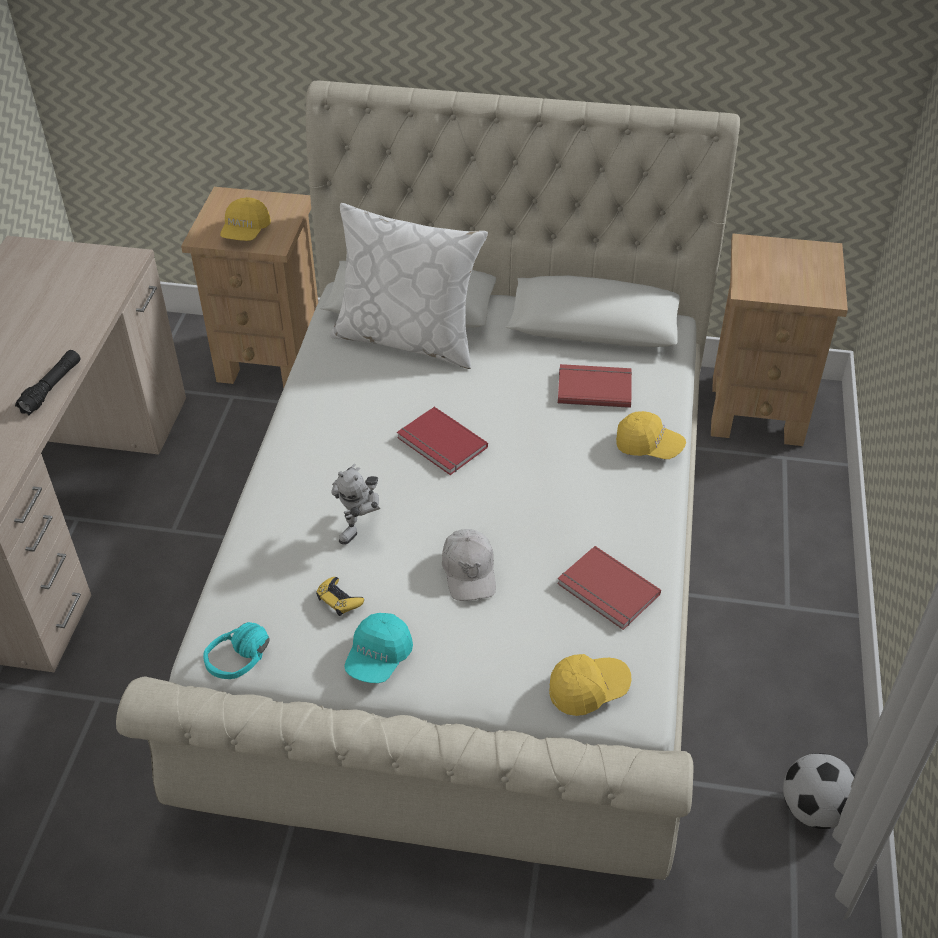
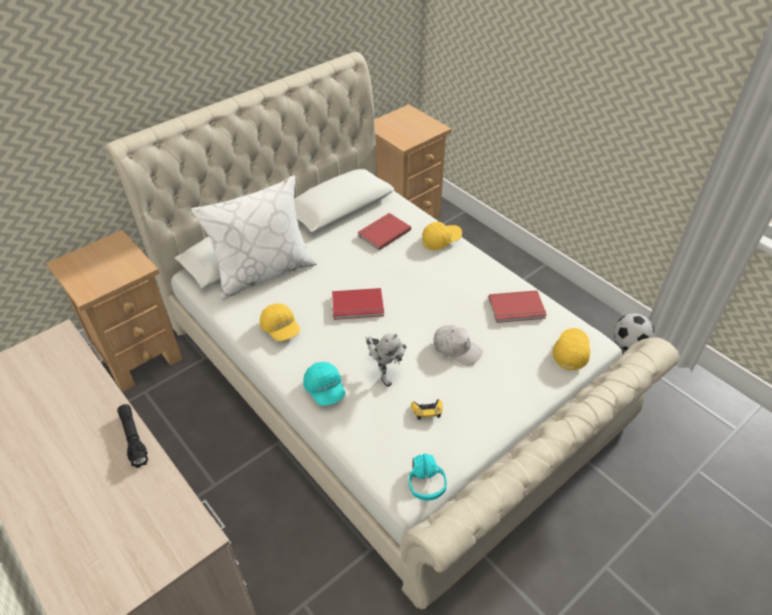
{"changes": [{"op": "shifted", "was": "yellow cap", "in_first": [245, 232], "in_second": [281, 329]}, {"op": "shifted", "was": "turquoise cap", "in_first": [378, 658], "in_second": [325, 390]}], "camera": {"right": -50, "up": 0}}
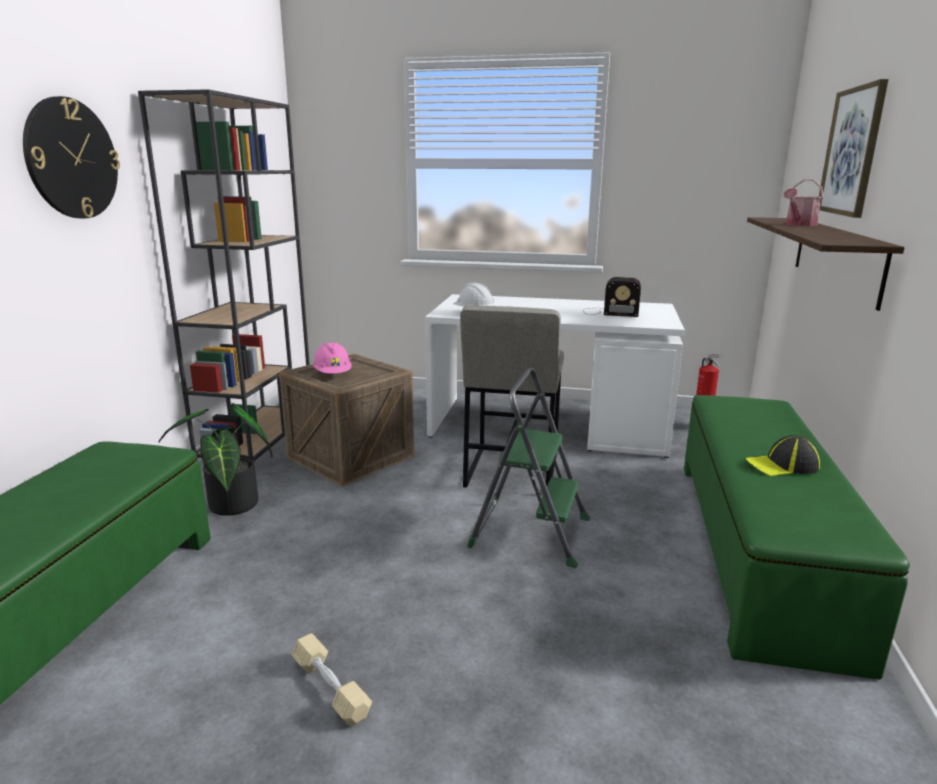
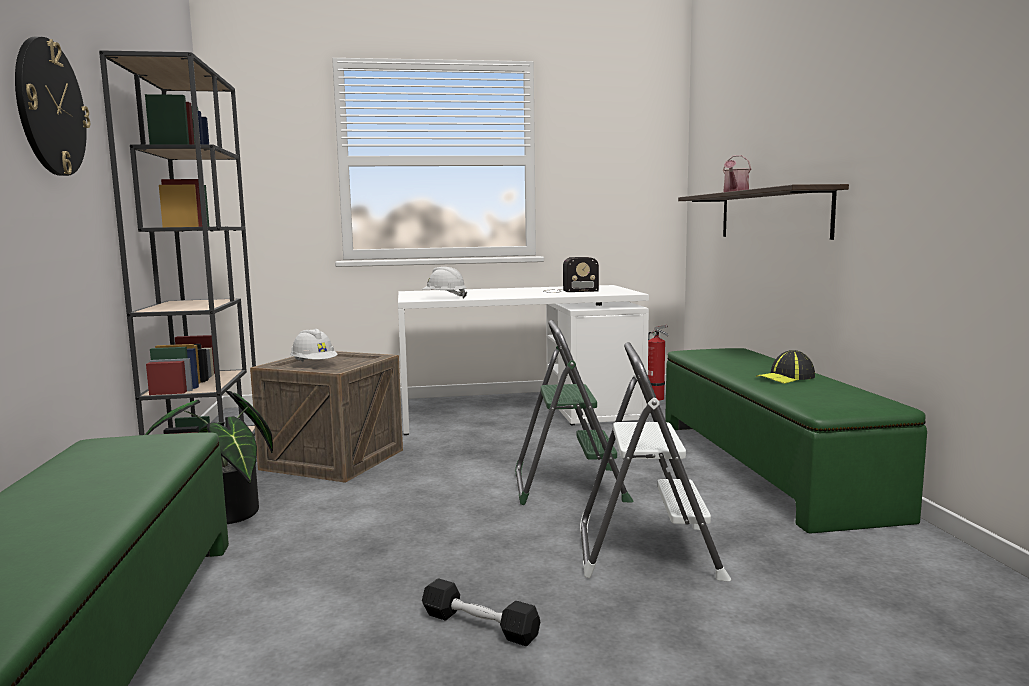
{"changes": [{"op": "gone", "was": "grey chair", "in_first": [511, 471]}, {"op": "gone", "was": "picture", "in_first": [852, 151]}, {"op": "new", "now": "white step ladder", "in_second": [641, 550]}, {"op": "repainted", "was": "beige dumbbell", "now": "black dumbbell", "in_first": [330, 689], "in_second": [480, 625]}, {"op": "repainted", "was": "pink hard hat", "now": "white hard hat", "in_first": [333, 375], "in_second": [314, 365]}], "camera": {"right": -20, "up": -10}}
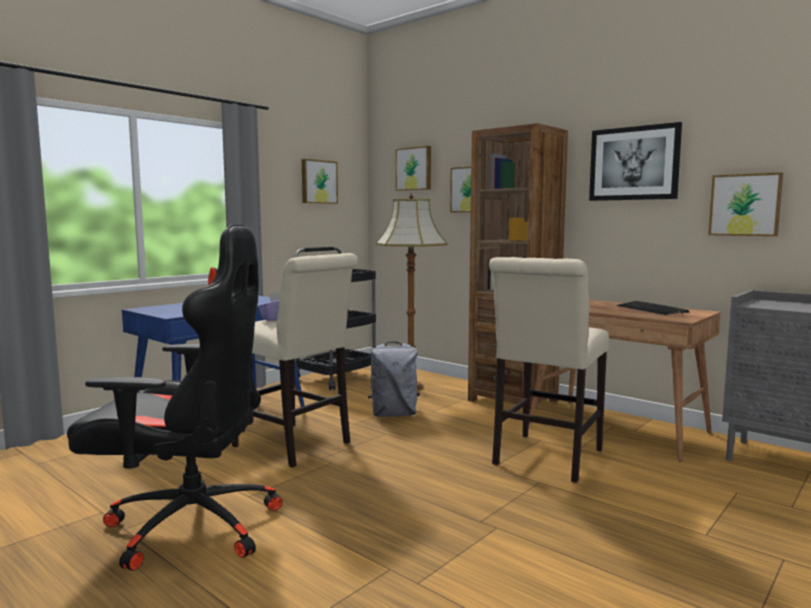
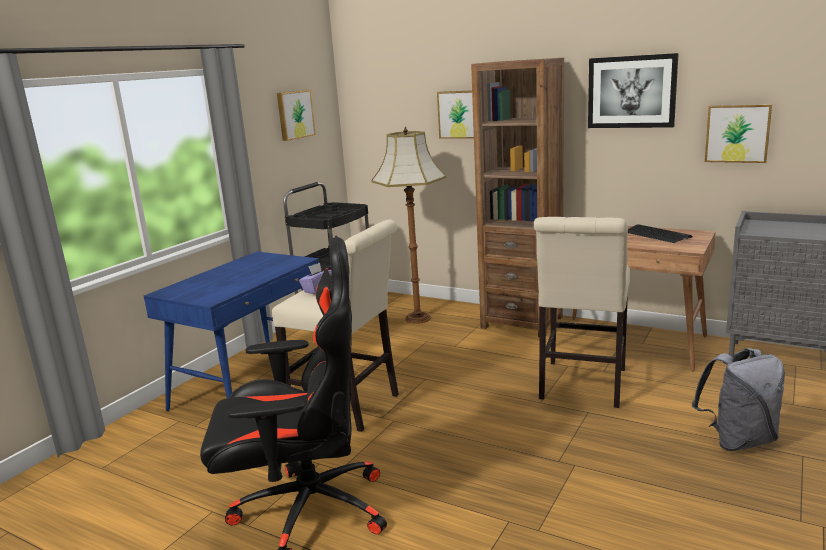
{"changes": [{"op": "gone", "was": "picture", "in_first": [414, 169]}, {"op": "shifted", "was": "grey backpack", "in_first": [394, 414], "in_second": [738, 440]}], "camera": {"right": -10, "up": 10}}
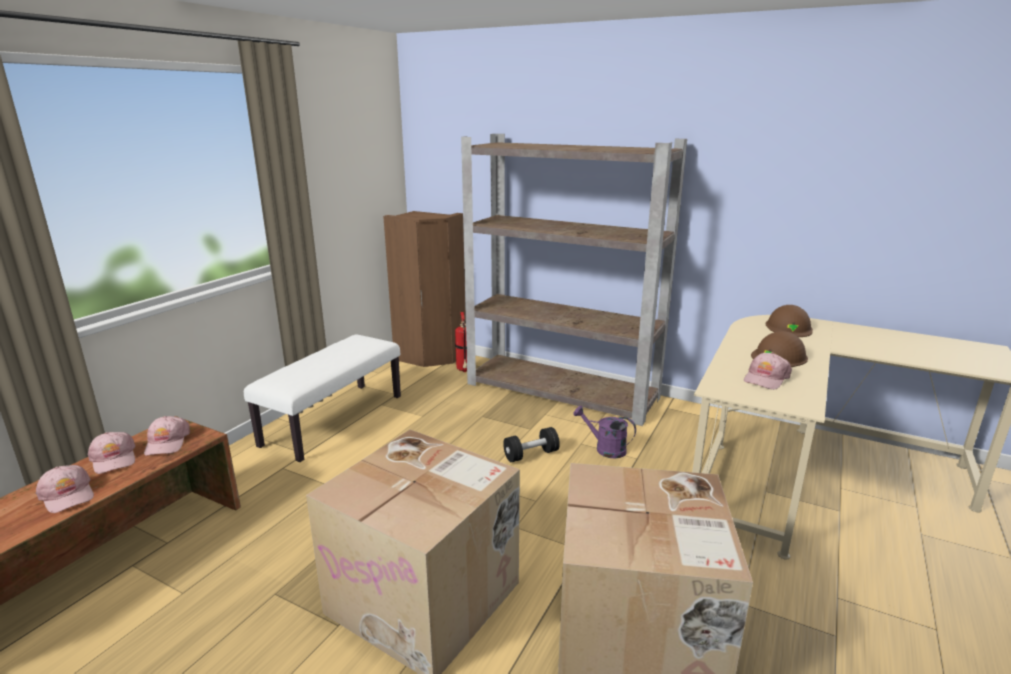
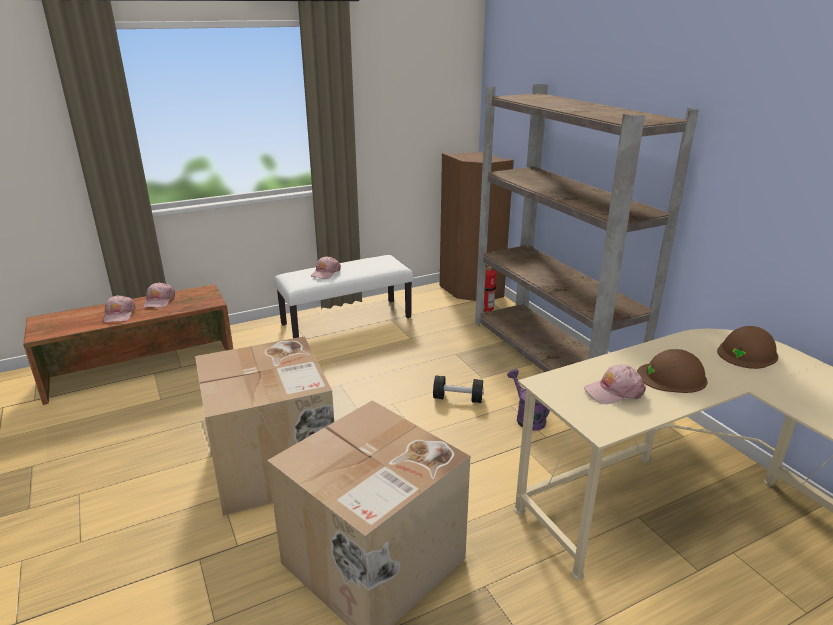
{"changes": [{"op": "shifted", "was": "pink cap", "in_first": [167, 442], "in_second": [325, 273]}], "camera": {"right": 35, "up": 5}}
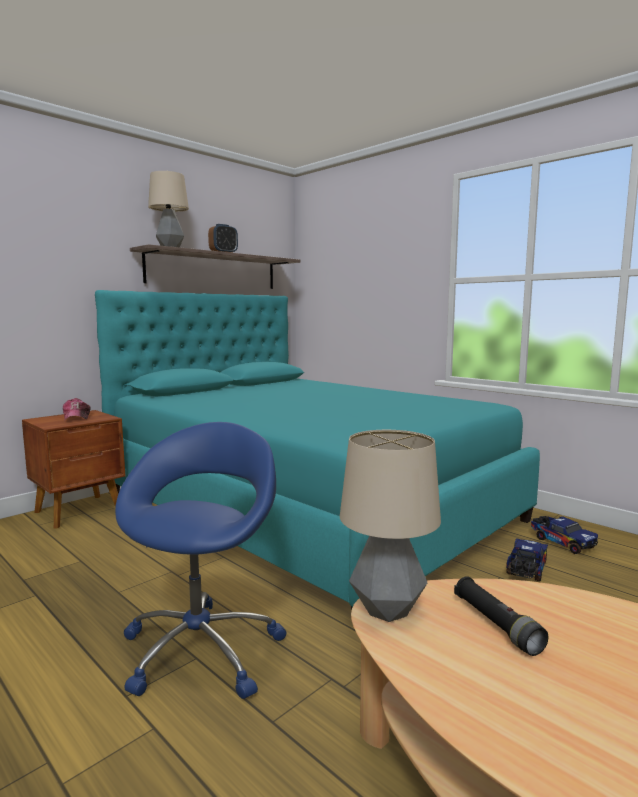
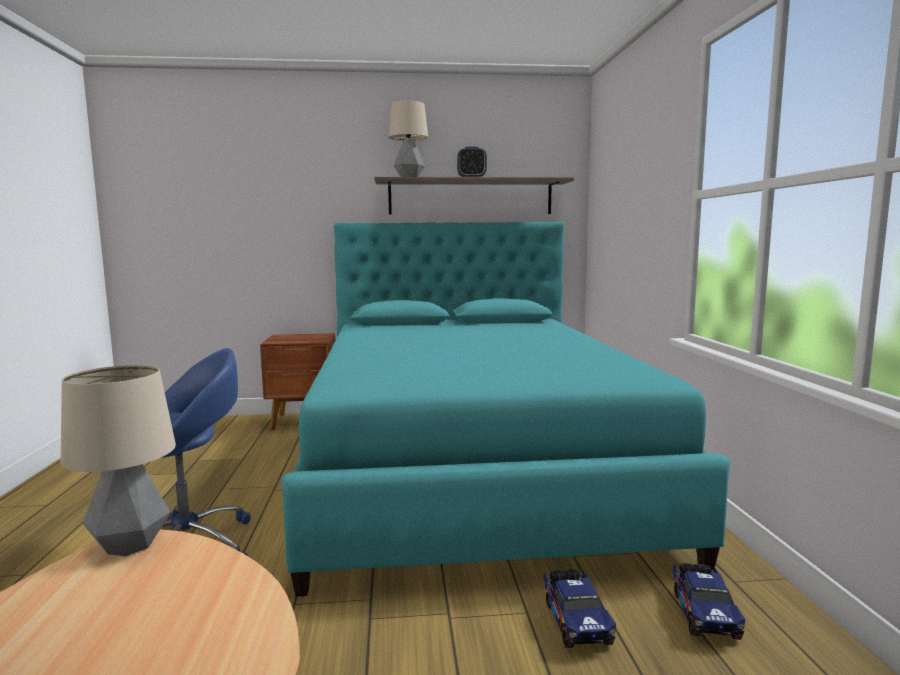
{"changes": [{"op": "gone", "was": "cap", "in_first": [77, 417]}, {"op": "gone", "was": "black flashlight", "in_first": [496, 625]}, {"op": "rotated", "was": "toy truck", "in_first": [525, 570], "in_second": [576, 620], "clockwise": 105}], "camera": {"right": 40, "up": 0}}
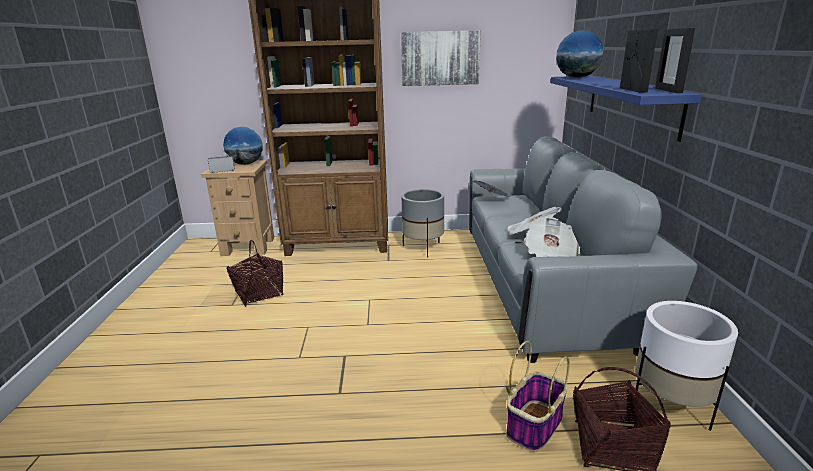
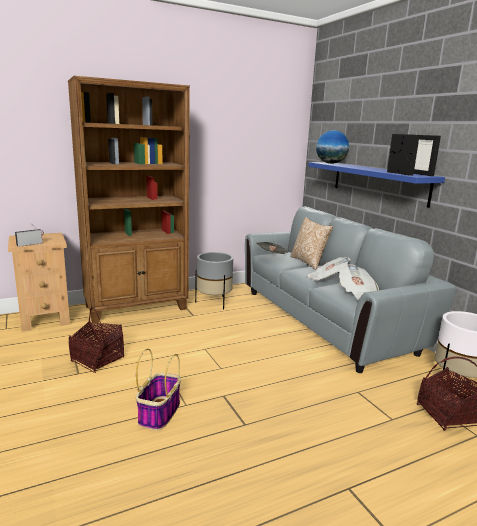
{"changes": [{"op": "gone", "was": "globe", "in_first": [246, 164]}, {"op": "gone", "was": "picture", "in_first": [440, 58]}, {"op": "new", "now": "pillow", "in_second": [309, 262]}, {"op": "shifted", "was": "basket", "in_first": [534, 425], "in_second": [159, 413]}], "camera": {"right": -25, "up": -5}}
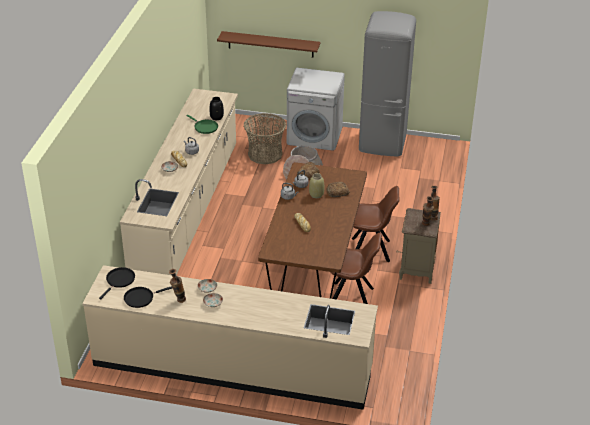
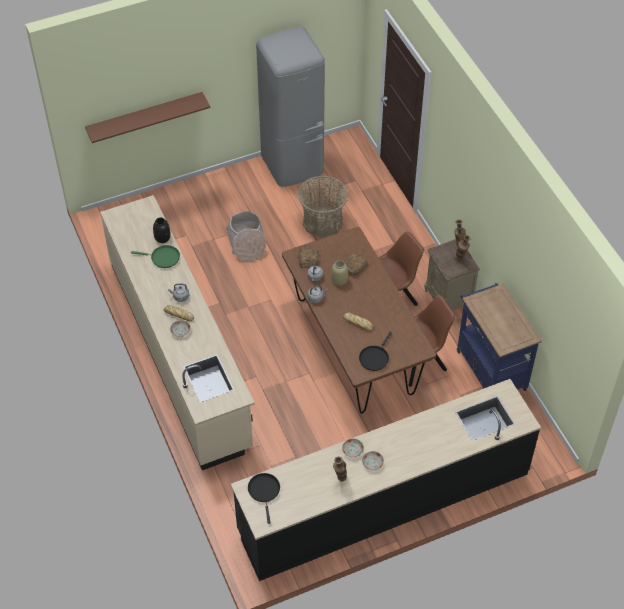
{"changes": [{"op": "gone", "was": "white washing machine", "in_first": [314, 136]}, {"op": "new", "now": "blue cart", "in_second": [489, 368]}, {"op": "shifted", "was": "black frying pan", "in_first": [141, 298], "in_second": [374, 358]}, {"op": "shifted", "was": "basket", "in_first": [265, 154], "in_second": [322, 222]}, {"op": "repainted", "was": "beige counter", "now": "black counter", "in_first": [232, 367], "in_second": [384, 502]}], "camera": {"right": -35, "up": 15}}
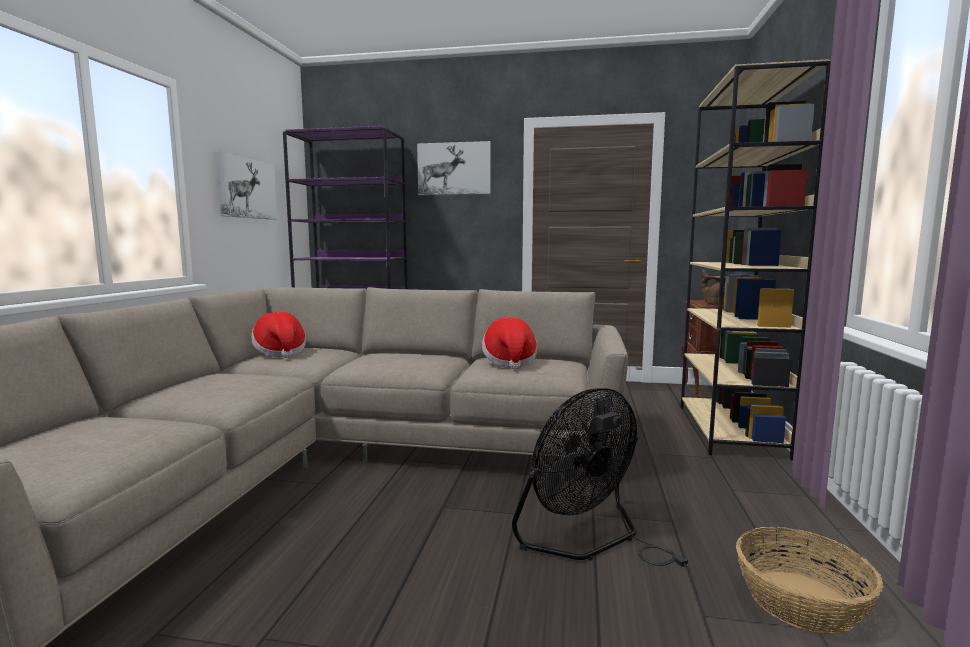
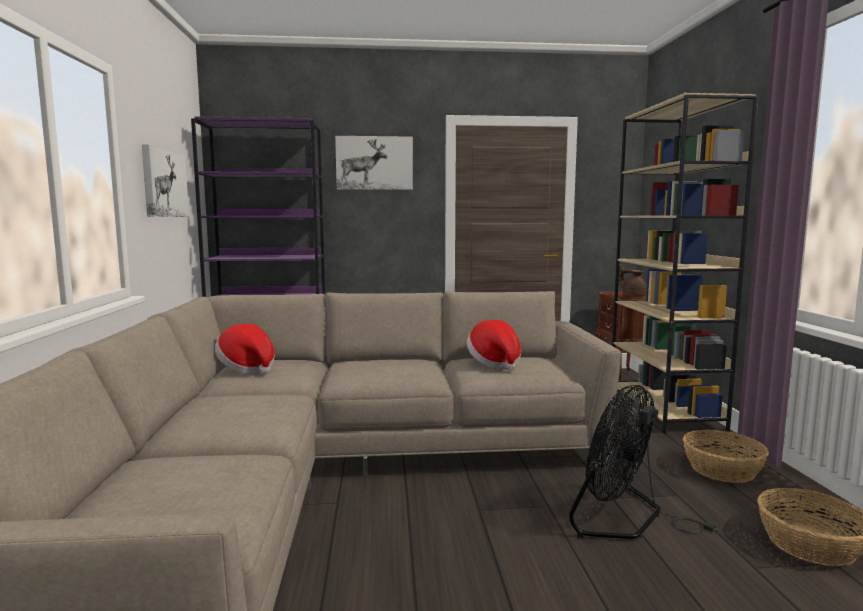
{"changes": [{"op": "new", "now": "basket", "in_second": [722, 470]}], "camera": {"right": -15, "up": 0}}
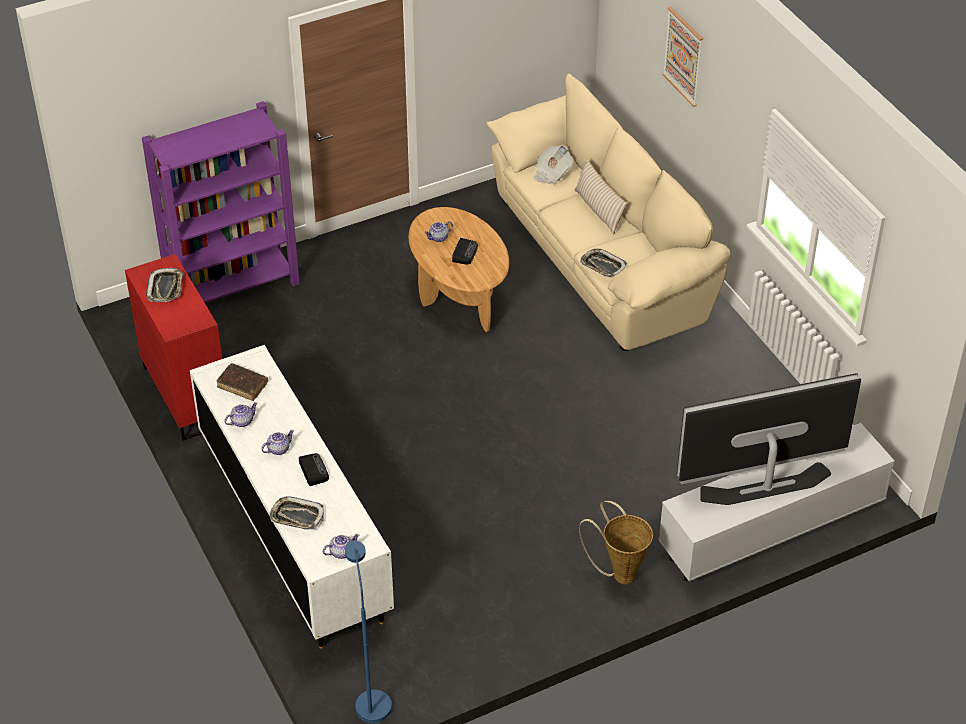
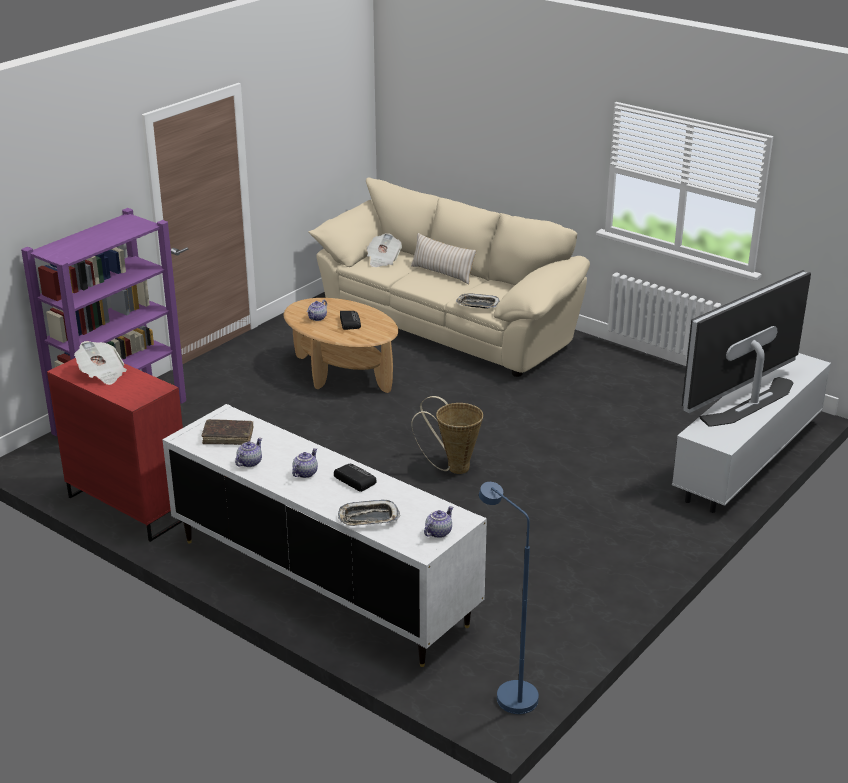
{"changes": [{"op": "gone", "was": "picture", "in_first": [683, 56]}, {"op": "shifted", "was": "basket", "in_first": [620, 573], "in_second": [453, 467]}, {"op": "swapped", "was": "tray", "now": "newspaper", "in_first": [166, 288], "in_second": [102, 374]}], "camera": {"right": -25, "up": -15}}
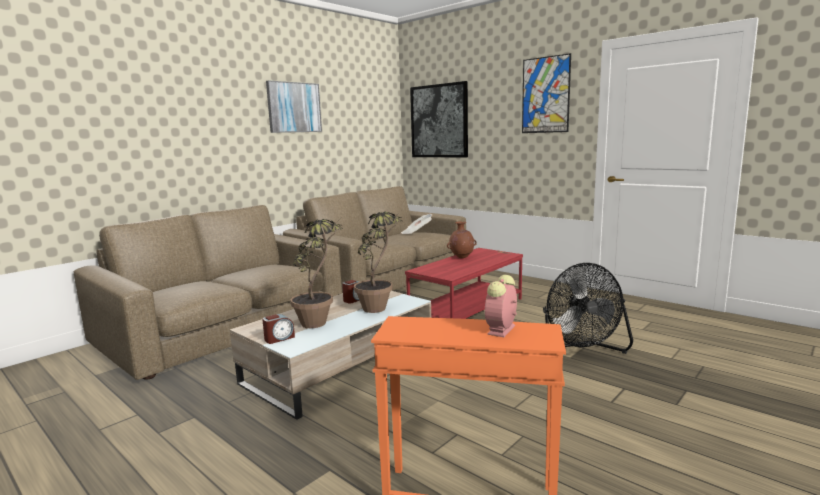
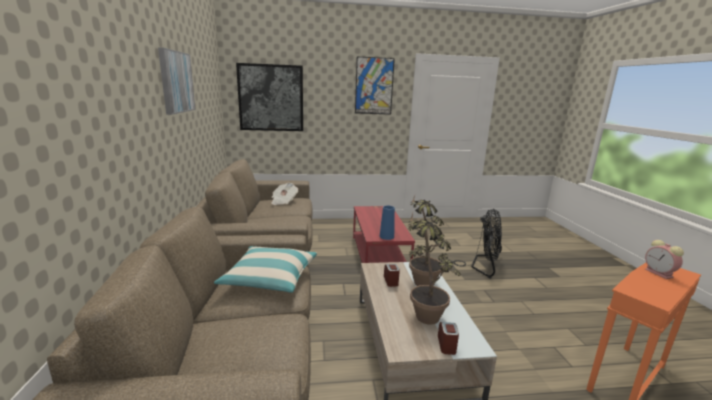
{"changes": [{"op": "gone", "was": "brown vase", "in_first": [461, 257]}, {"op": "new", "now": "pillow", "in_second": [270, 278]}, {"op": "new", "now": "blue vase", "in_second": [386, 236]}], "camera": {"right": -50, "up": 5}}
